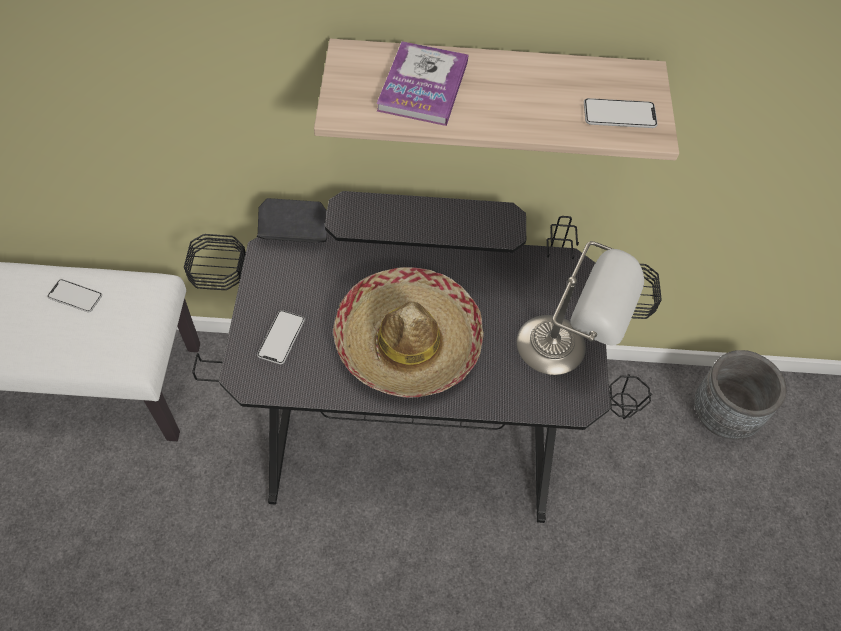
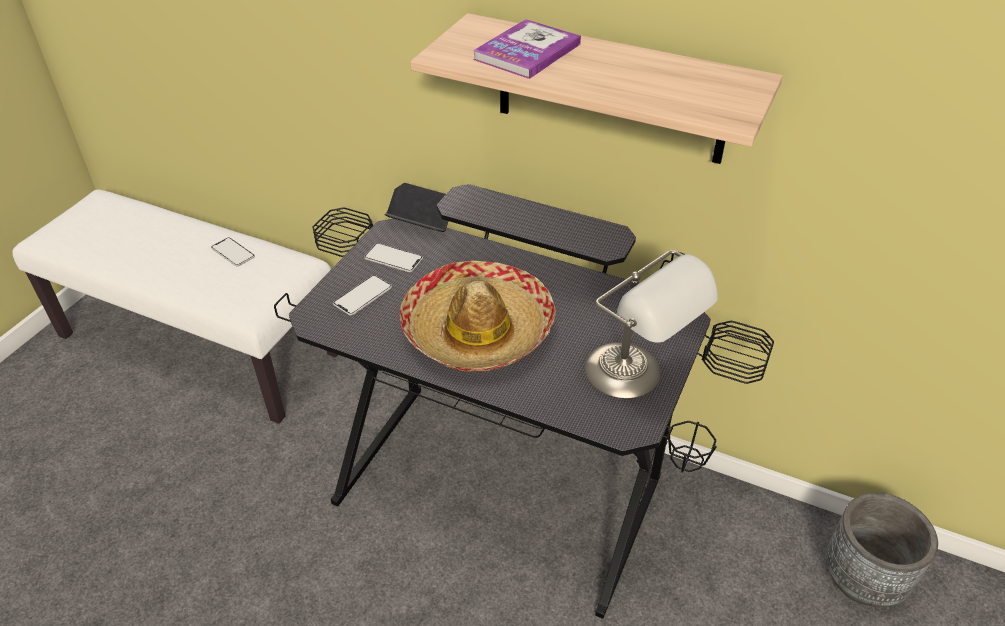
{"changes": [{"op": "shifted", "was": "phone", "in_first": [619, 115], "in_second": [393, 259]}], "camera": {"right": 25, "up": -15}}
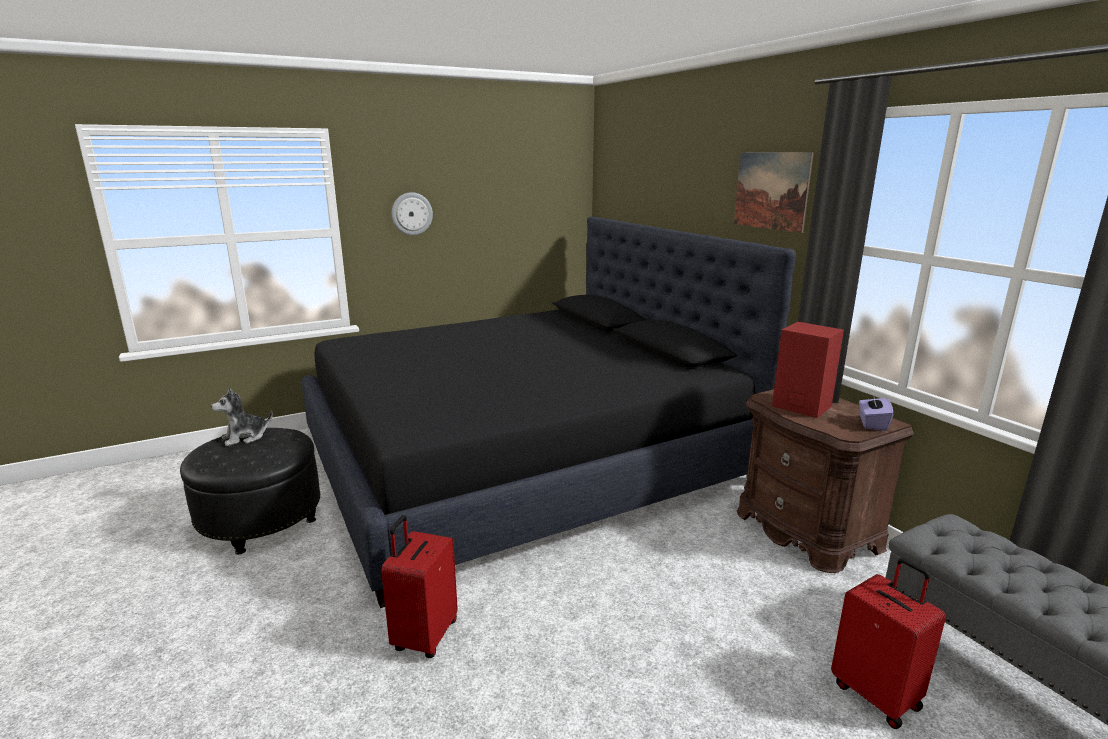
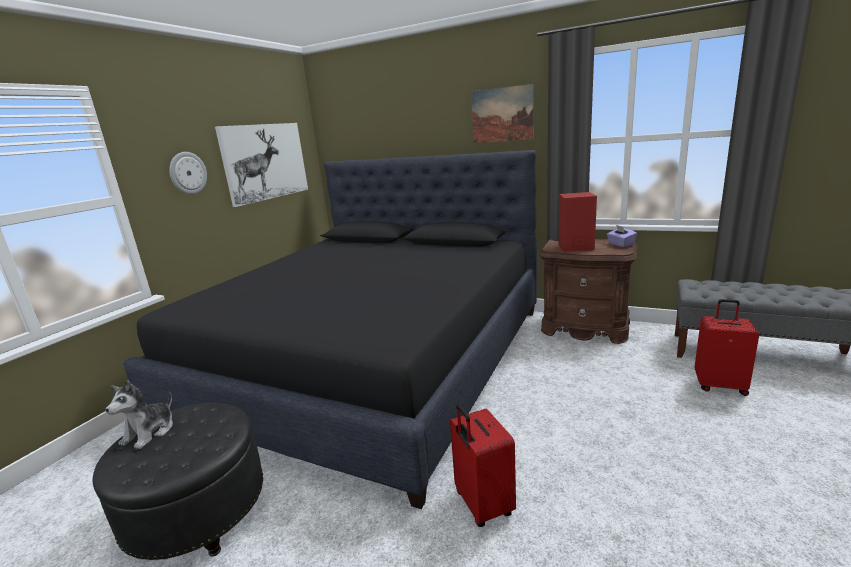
{"changes": [{"op": "new", "now": "picture", "in_second": [265, 162]}], "camera": {"right": -35, "up": 0}}
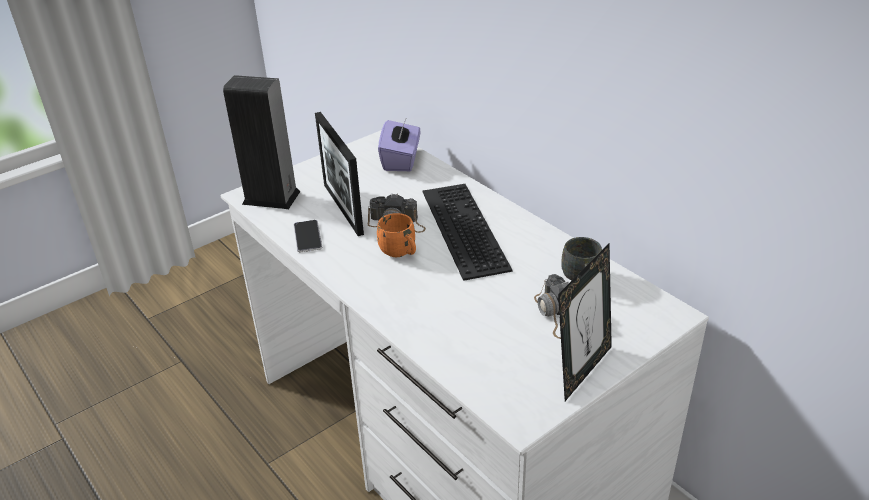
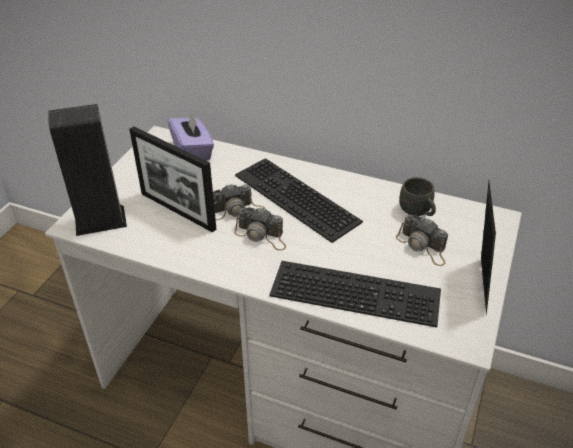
{"changes": [{"op": "gone", "was": "phone", "in_first": [308, 237]}, {"op": "new", "now": "keyboard", "in_second": [357, 291]}, {"op": "swapped", "was": "orange mug", "now": "photo camera", "in_first": [400, 253], "in_second": [261, 236]}], "camera": {"right": -30, "up": 5}}
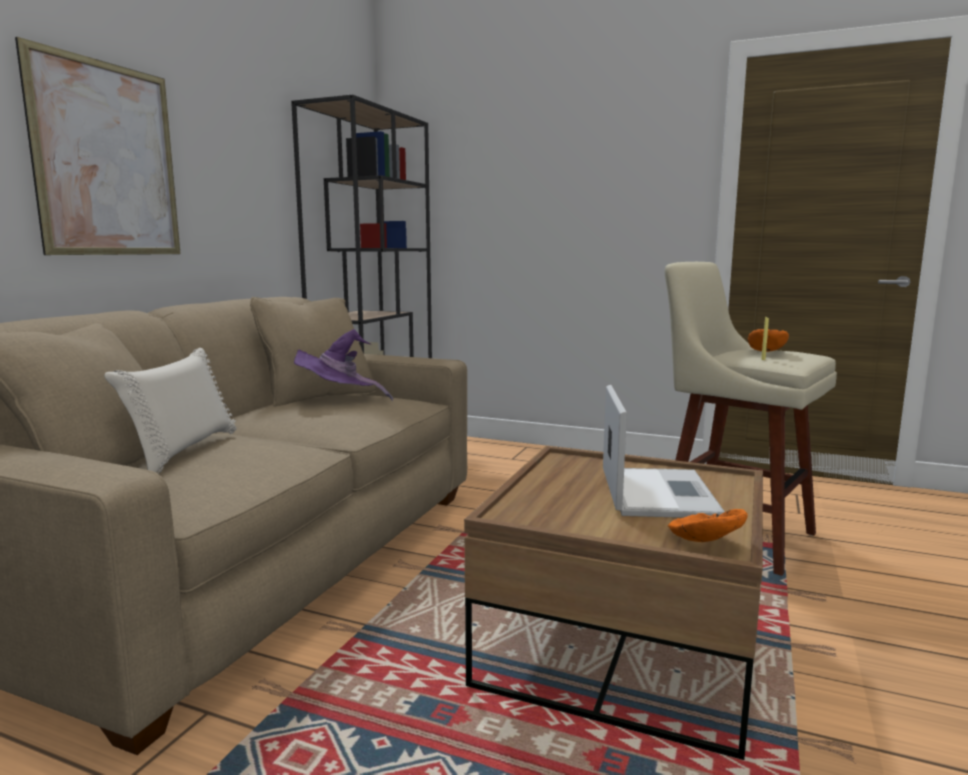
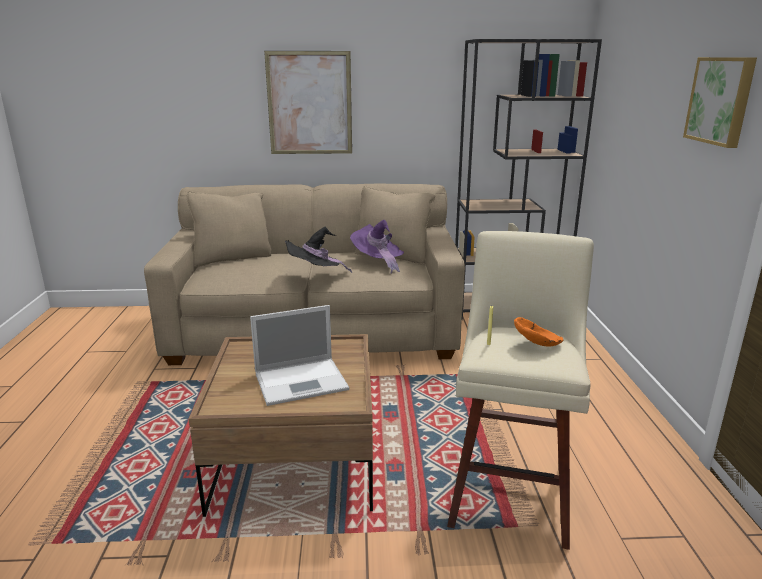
{"changes": [{"op": "gone", "was": "white pillow", "in_first": [183, 451]}, {"op": "gone", "was": "orange bowl", "in_first": [703, 540]}, {"op": "new", "now": "black hat", "in_second": [315, 275]}, {"op": "new", "now": "picture", "in_second": [721, 100]}], "camera": {"right": 65, "up": 10}}
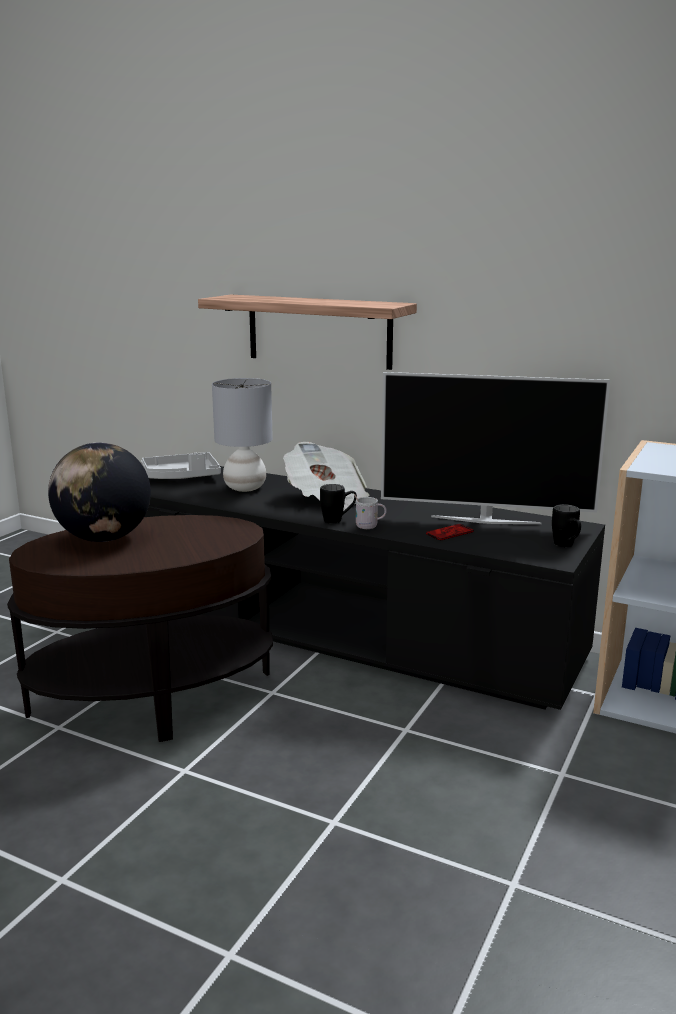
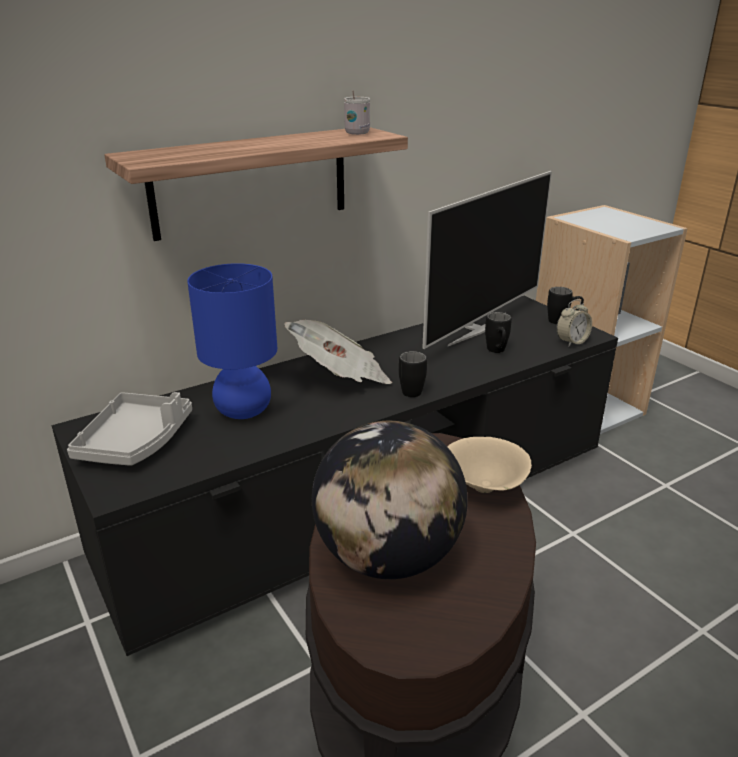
{"changes": [{"op": "new", "now": "beige bowl", "in_second": [484, 488]}, {"op": "new", "now": "alarm clock", "in_second": [571, 342]}, {"op": "shifted", "was": "white mug", "in_first": [370, 526], "in_second": [358, 133]}, {"op": "swapped", "was": "phone", "now": "black mug", "in_first": [449, 533], "in_second": [497, 352]}, {"op": "repainted", "was": "grey table lamp", "now": "blue table lamp", "in_first": [245, 488], "in_second": [243, 410]}], "camera": {"right": -60, "up": 10}}
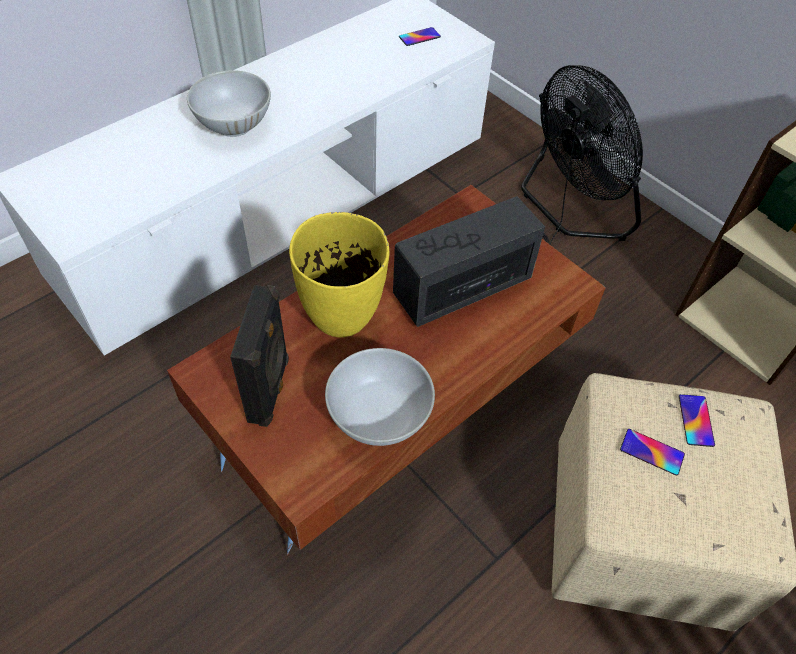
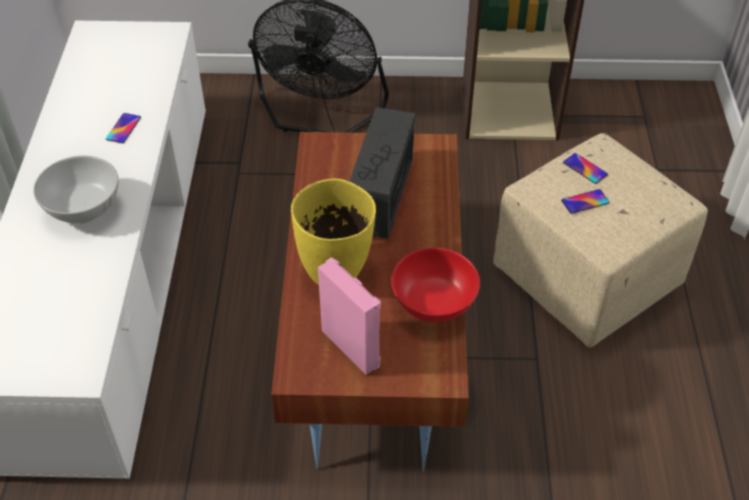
{"changes": [{"op": "shifted", "was": "phone", "in_first": [419, 37], "in_second": [123, 128]}, {"op": "repainted", "was": "black speaker", "now": "pink speaker", "in_first": [270, 390], "in_second": [352, 346]}, {"op": "repainted", "was": "white bowl", "now": "red bowl", "in_first": [379, 417], "in_second": [434, 305]}], "camera": {"right": -45, "up": -5}}
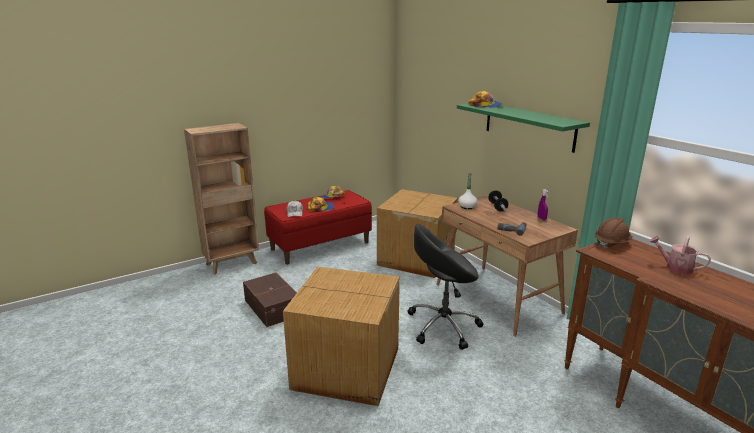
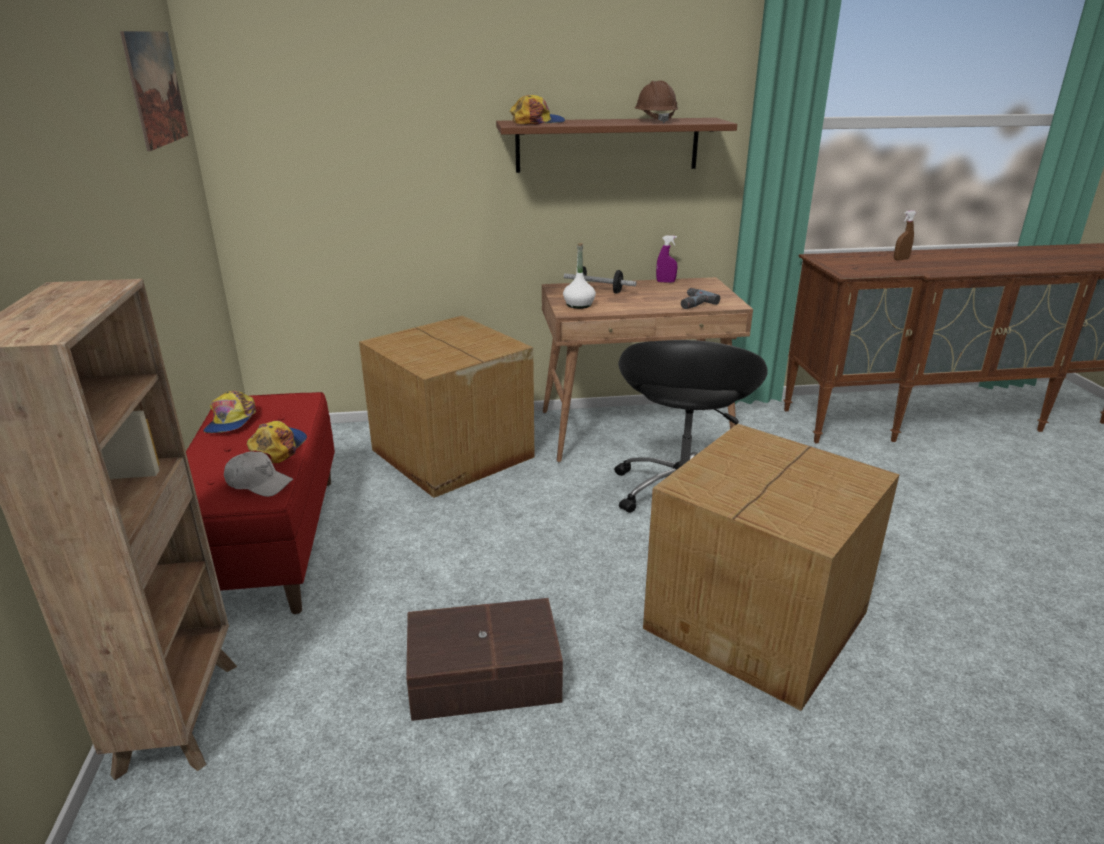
{"changes": [{"op": "new", "now": "picture", "in_second": [156, 88]}, {"op": "shifted", "was": "brown hard hat", "in_first": [611, 244], "in_second": [655, 120]}, {"op": "swapped", "was": "watering can", "now": "brown spray bottle", "in_first": [675, 267], "in_second": [901, 259]}, {"op": "repainted", "was": "green shelf", "now": "brown shelf", "in_first": [528, 126], "in_second": [607, 145]}], "camera": {"right": -65, "up": 5}}
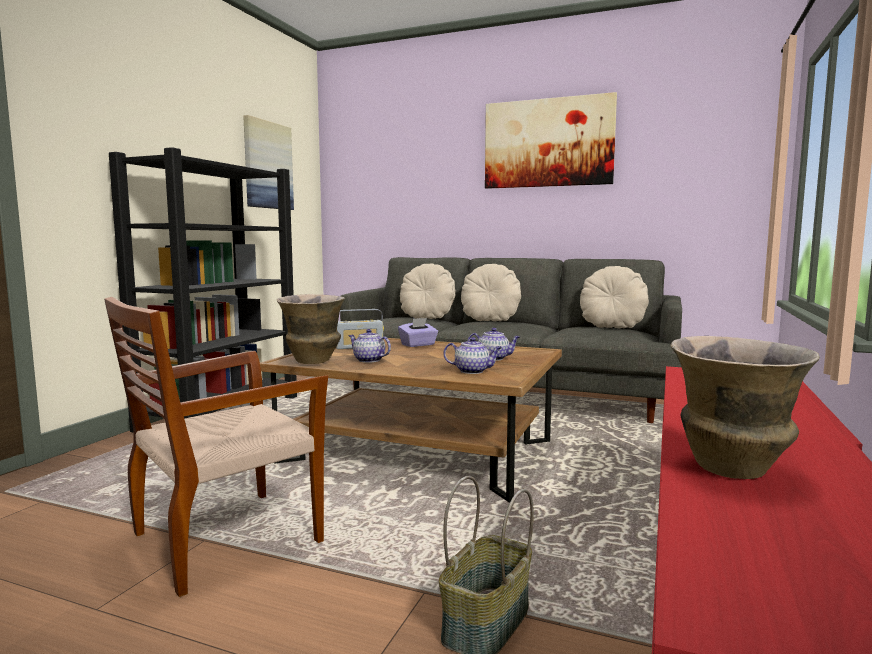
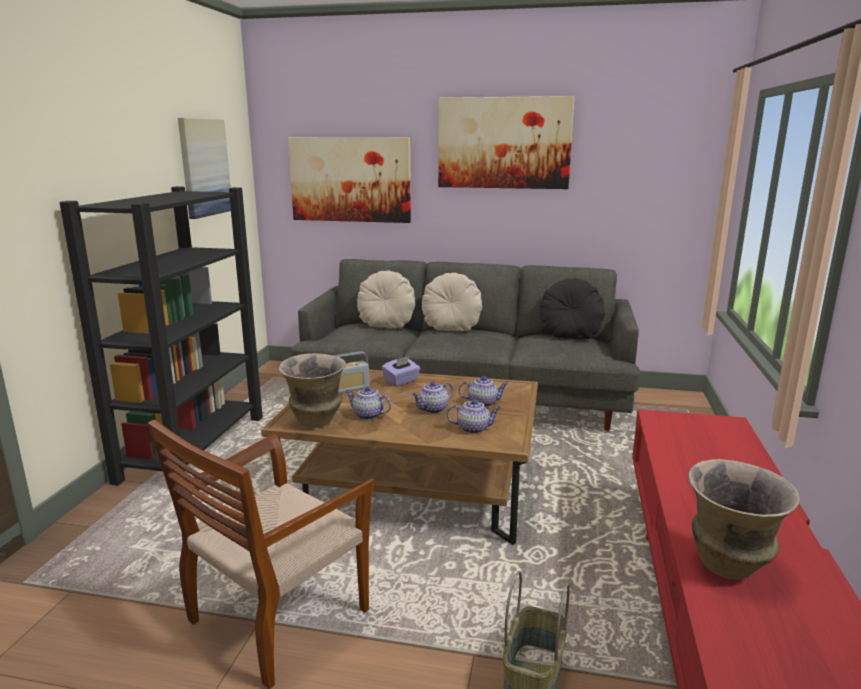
{"changes": [{"op": "new", "now": "picture", "in_second": [350, 179]}, {"op": "new", "now": "teapot", "in_second": [432, 409]}, {"op": "repainted", "was": "beige pillow", "now": "black pillow", "in_first": [612, 327], "in_second": [570, 337]}], "camera": {"right": -10, "up": 10}}
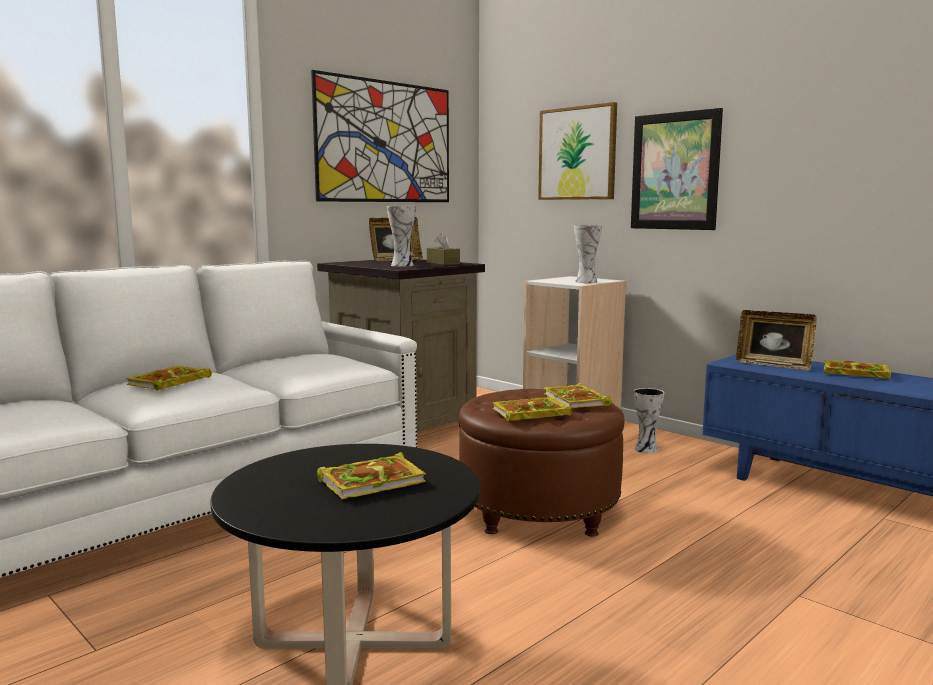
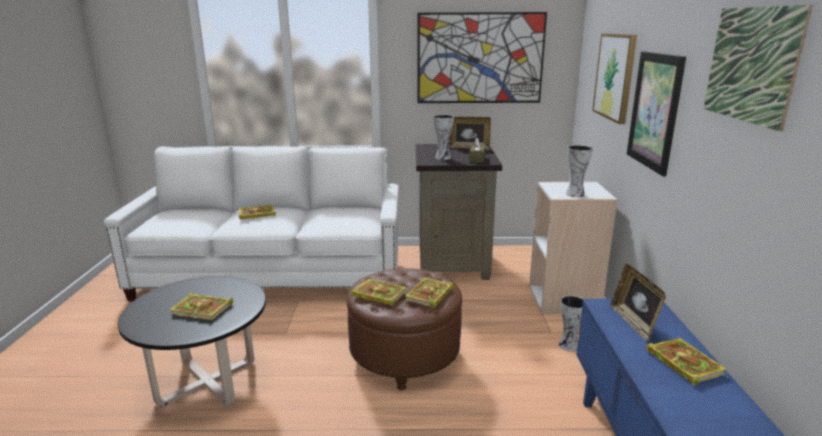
{"changes": [{"op": "new", "now": "picture", "in_second": [751, 64]}], "camera": {"right": 45, "up": 10}}
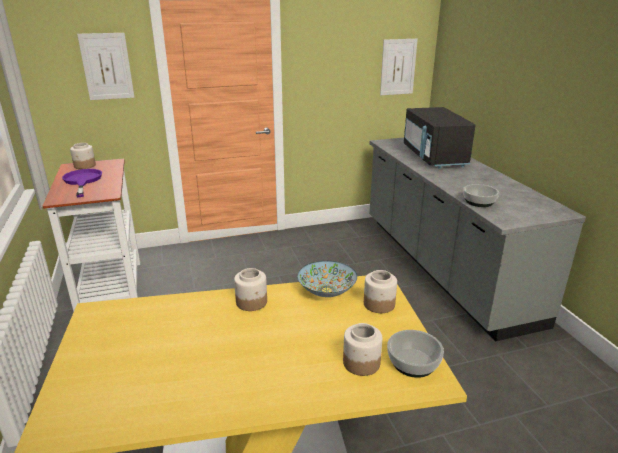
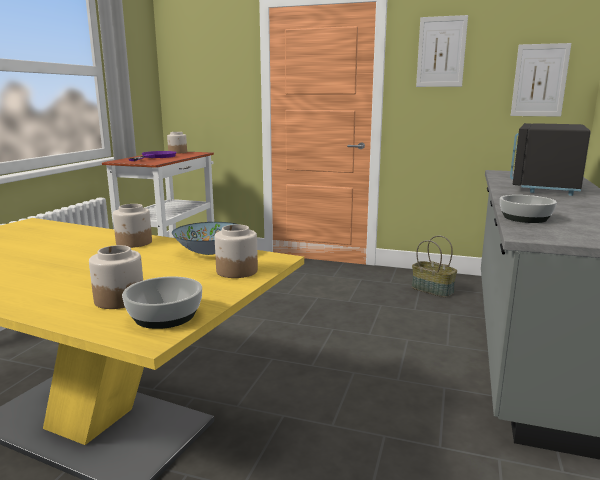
{"changes": [{"op": "new", "now": "basket", "in_second": [433, 290]}, {"op": "shifted", "was": "picture", "in_first": [107, 66], "in_second": [441, 52]}], "camera": {"right": 35, "up": -10}}
